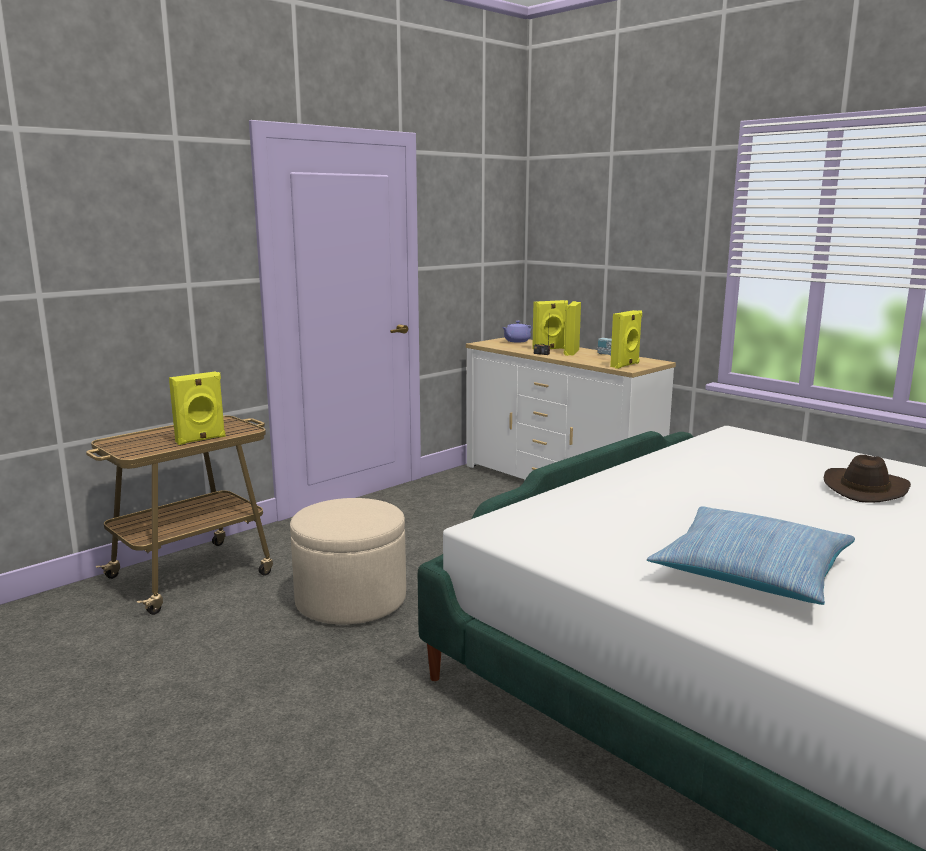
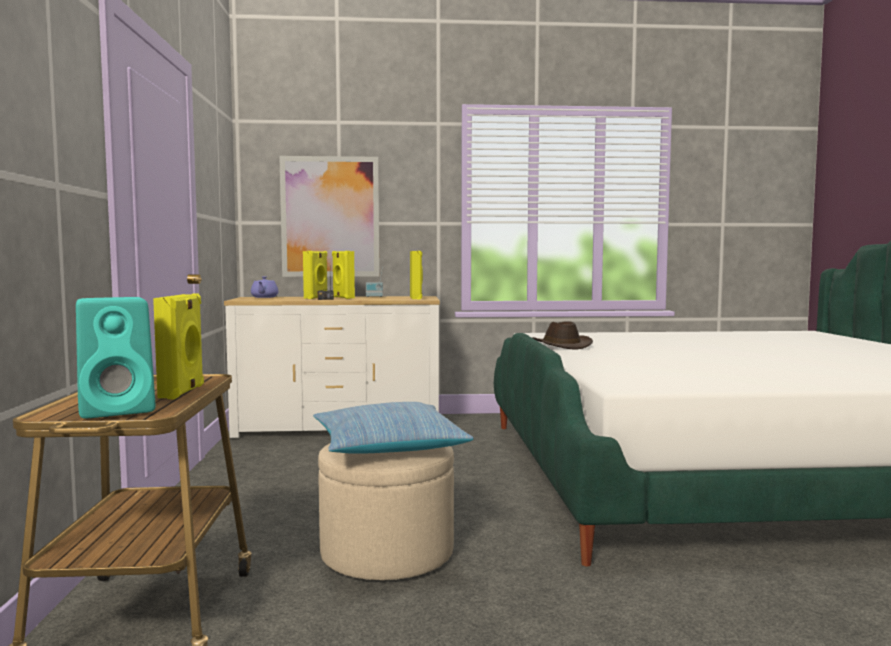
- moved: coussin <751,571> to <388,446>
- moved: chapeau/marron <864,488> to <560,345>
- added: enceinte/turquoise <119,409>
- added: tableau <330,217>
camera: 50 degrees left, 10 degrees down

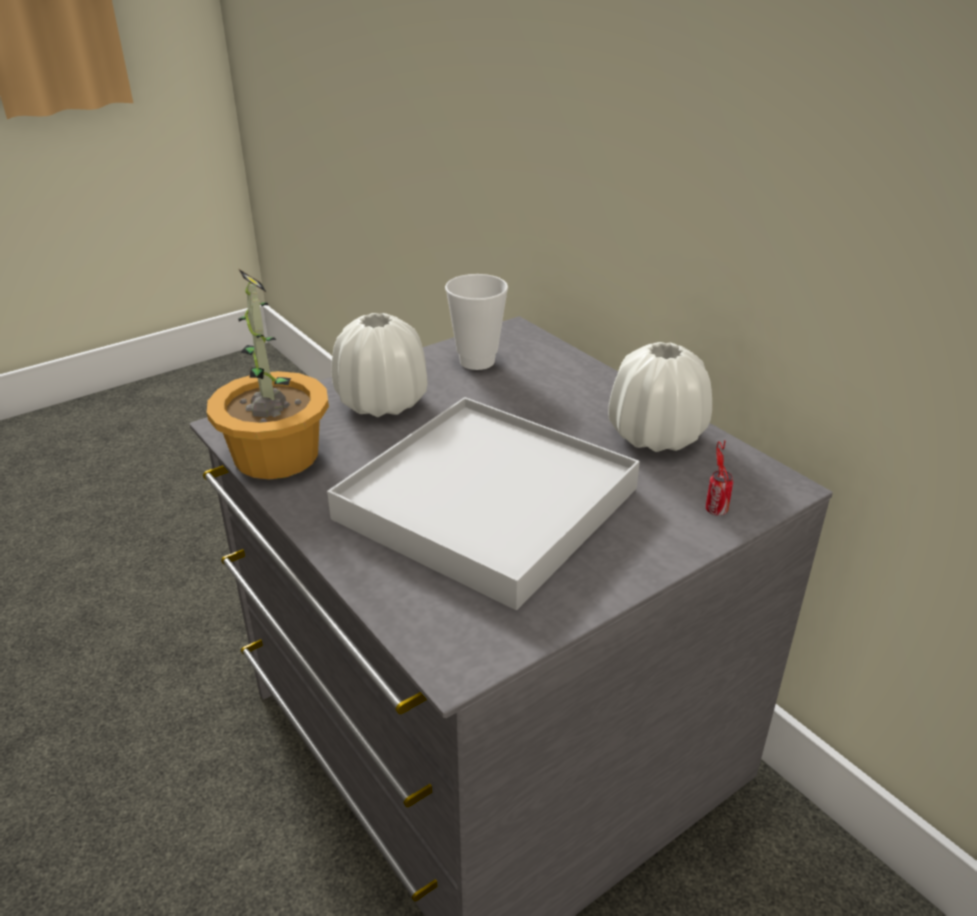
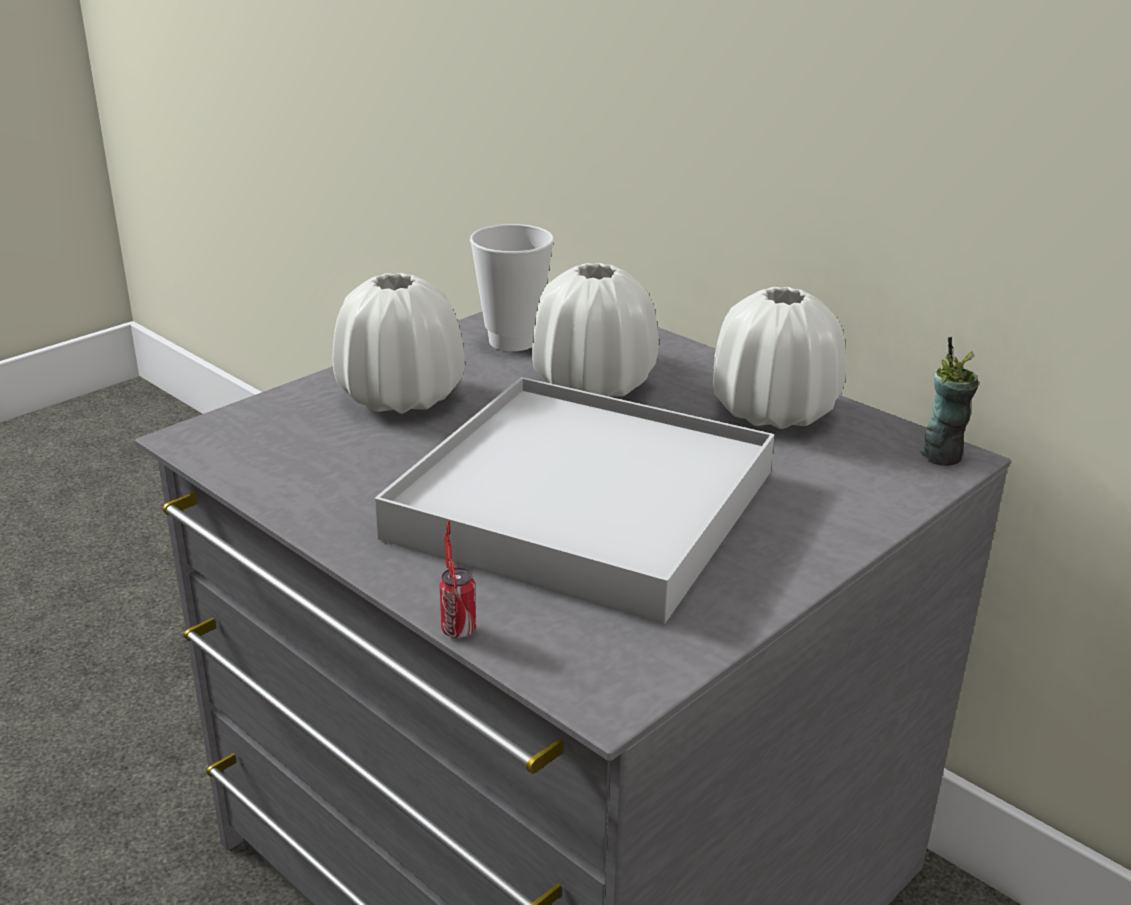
- removed: plante en pot <274,455>
- moved: boîte métallique <717,512> to <459,633>
- added: vase/blanc <592,384>
- added: tasse <942,456>
camera: 10 degrees left, 5 degrees down

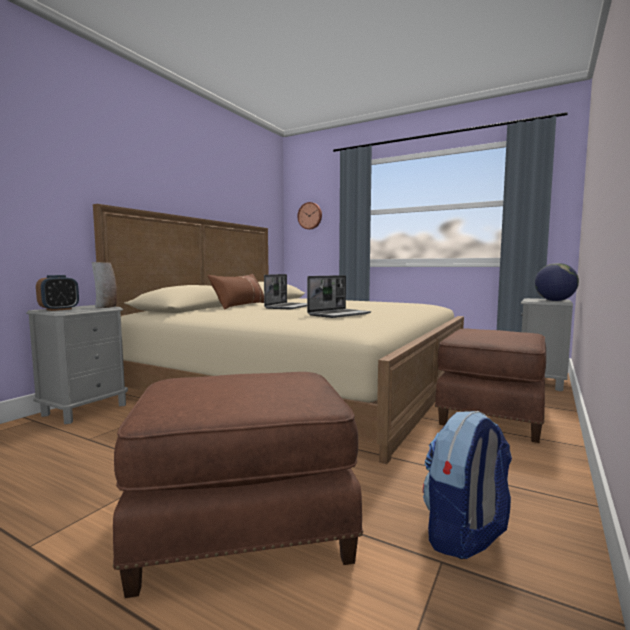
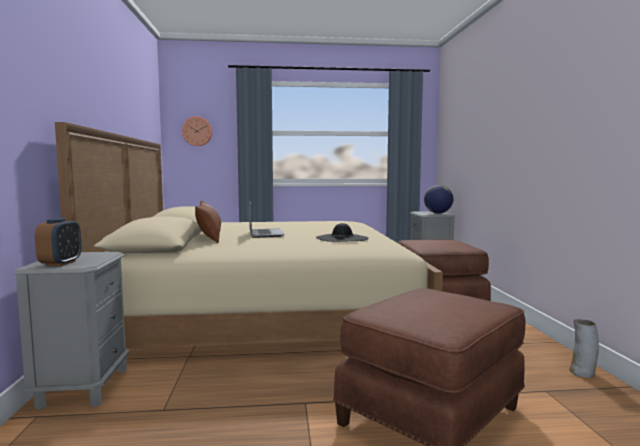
- moved: vase <106,307> to <582,373>
- replaced: ordinateur portable <339,314> to chapeau/noir <342,238>
- removed: sac à dos <464,535>
camera: 35 degrees left, 0 degrees up

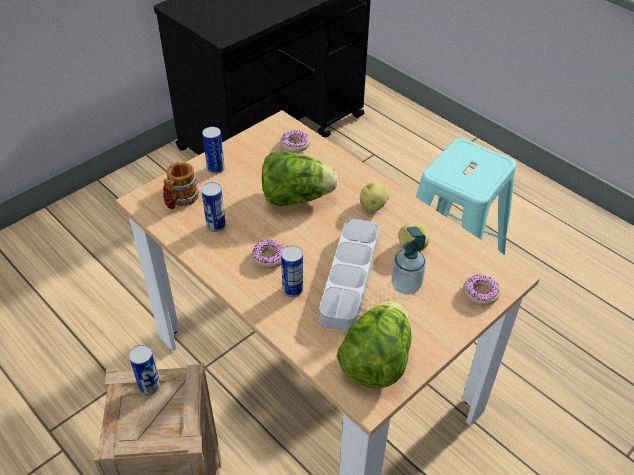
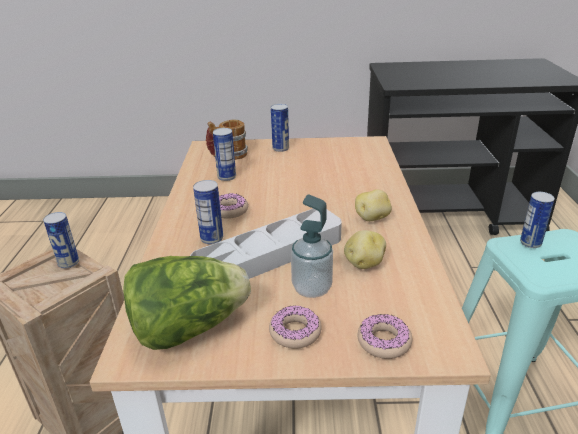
- removed: laitue <296,198>
- moved: beignet <295,145> to <295,332>
- added: boîte métallique <530,243>
camera: 45 degrees right, 15 degrees down

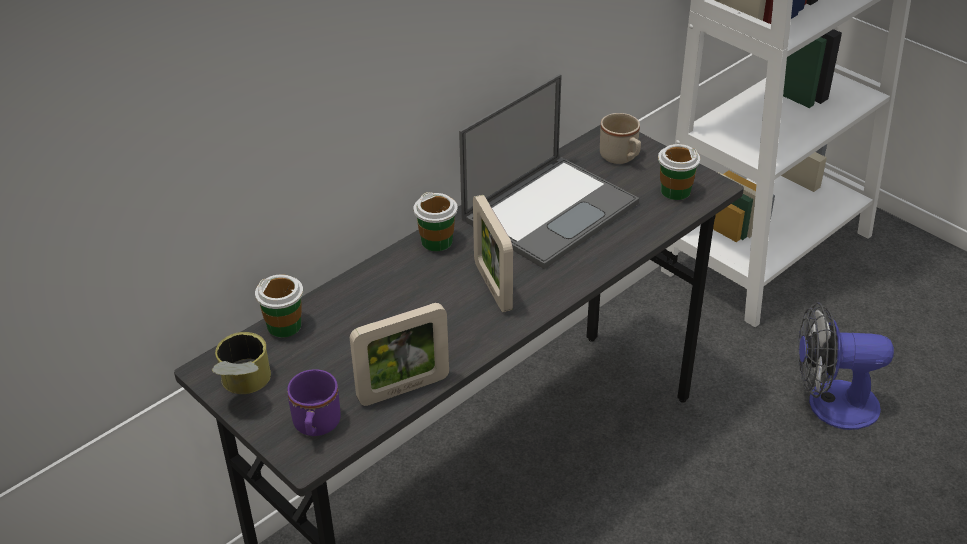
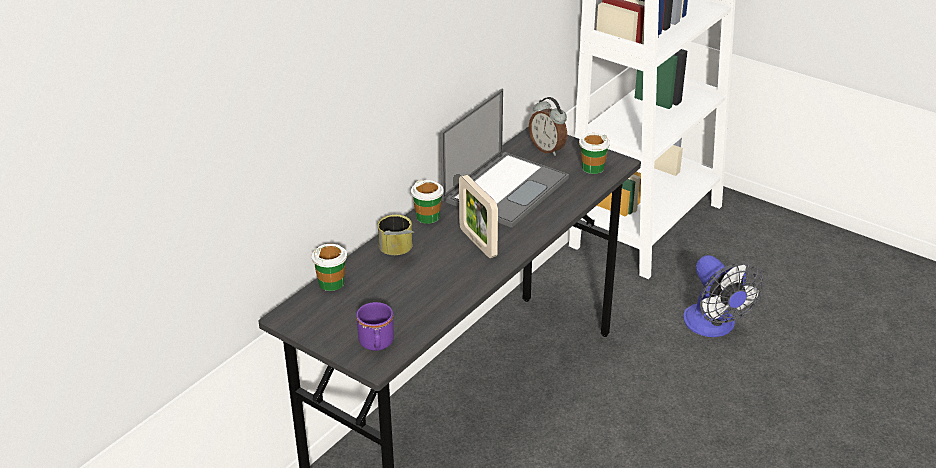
- moved: boîte métallique <244,388> to <397,251>
- removed: cadre photo <403,389>
- replaced: mug/beige <621,158> to réveil <548,149>
- turned: ventilateur <830,404> = <714,326> 105 degrees counterclockwise
camera: 10 degrees left, 5 degrees down

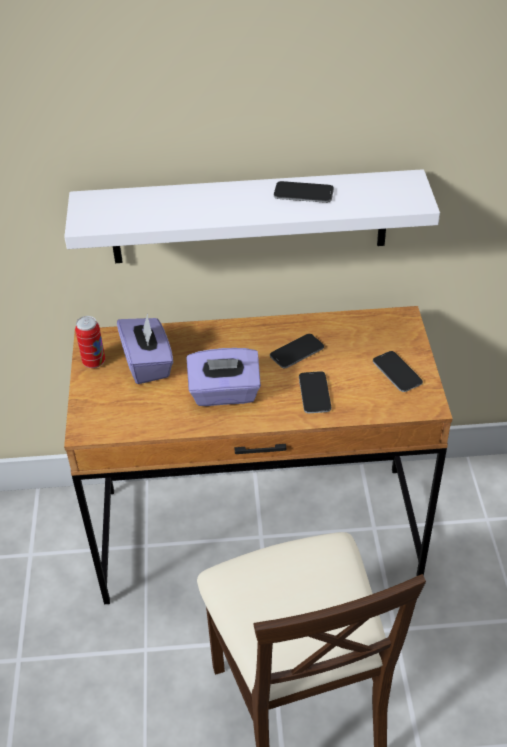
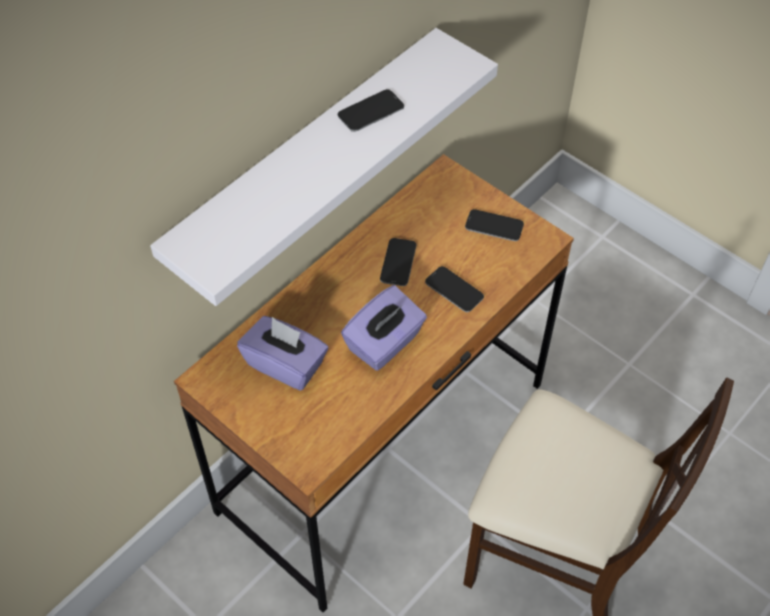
- removed: boîte métallique <94,362>
camera: 45 degrees left, 10 degrees up

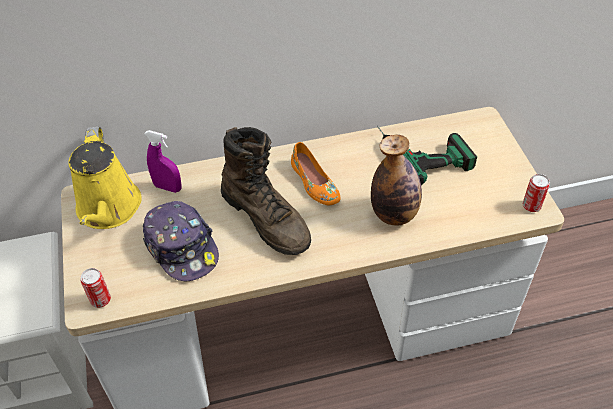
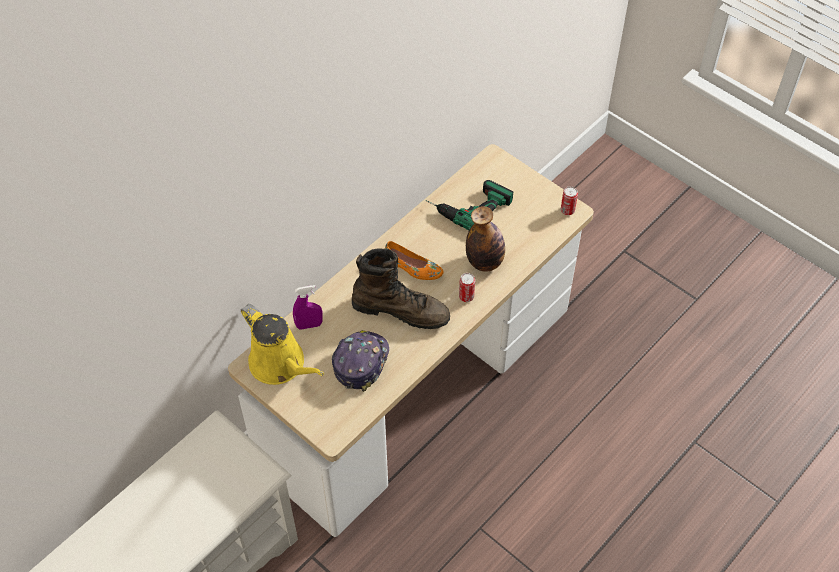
- moved: boîte métallique <100,300> to <466,296>
- turned: casquette <182,248> = <360,362> 90 degrees counterclockwise
camera: 35 degrees left, 5 degrees up

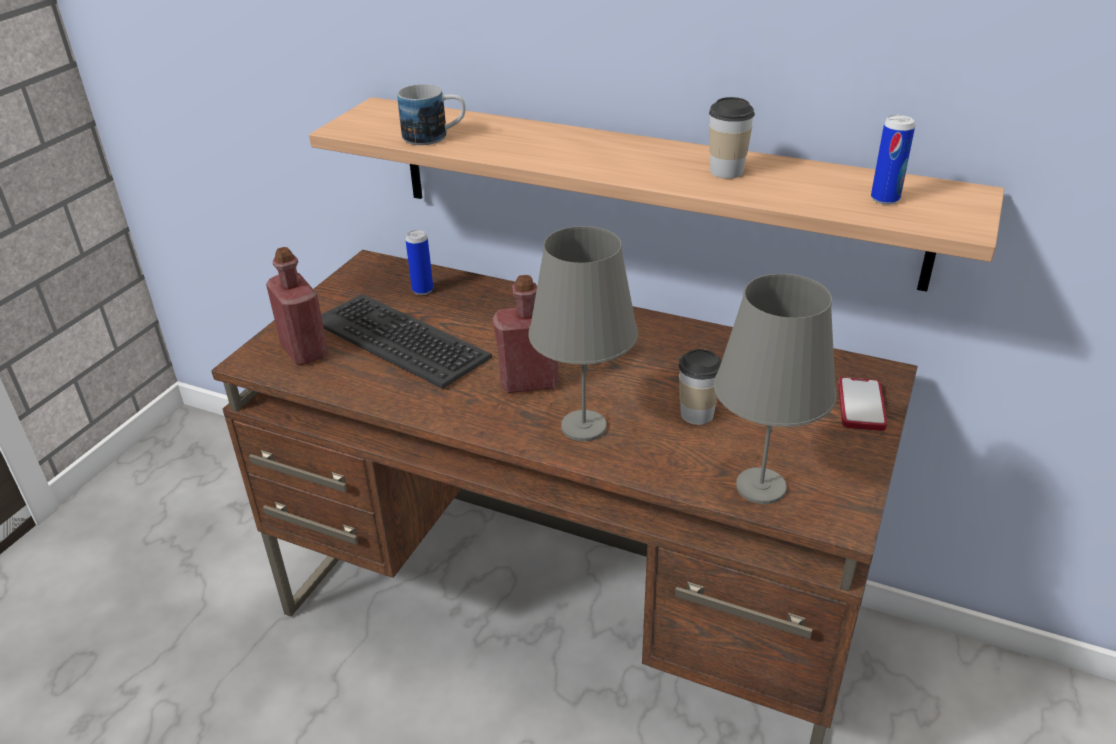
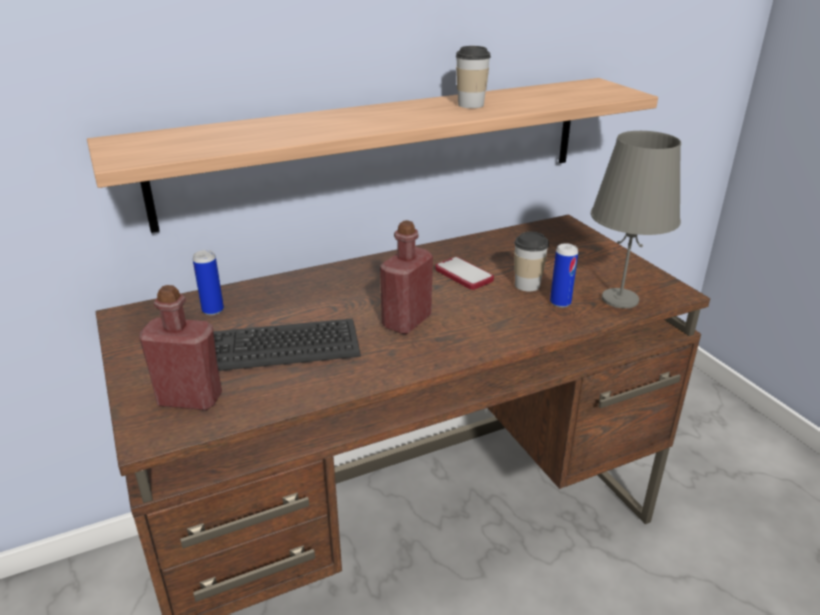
- removed: mug <435,137>
- removed: lampe de table/gris <584,426>
- moved: téléphone <861,406> to <463,275>
- moved: boîte métallique <885,199> to <560,303>
camera: 50 degrees left, 5 degrees down

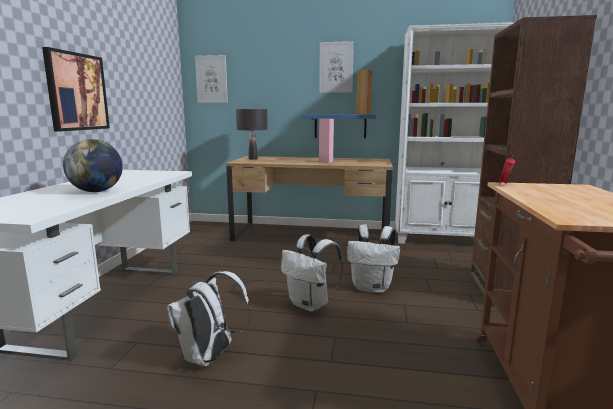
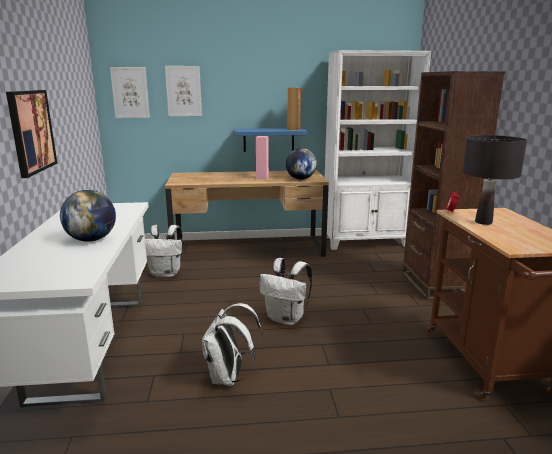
- moved: lampe de table/noir <253,158> to <483,222>
- moved: tableau <336,67> to <183,91>
- moved: sac à dos/blanc <372,288> to <166,273>
- added: globe <300,179>
camera: 15 degrees left, 5 degrees up

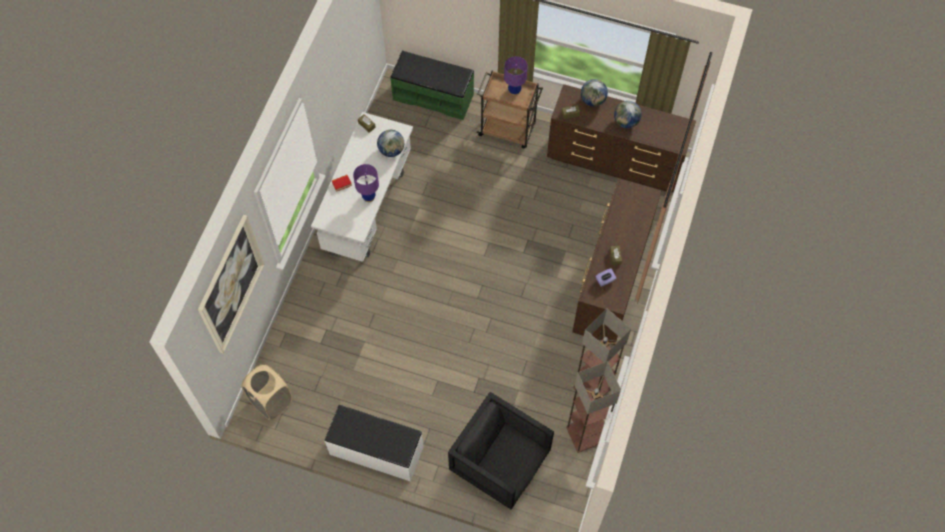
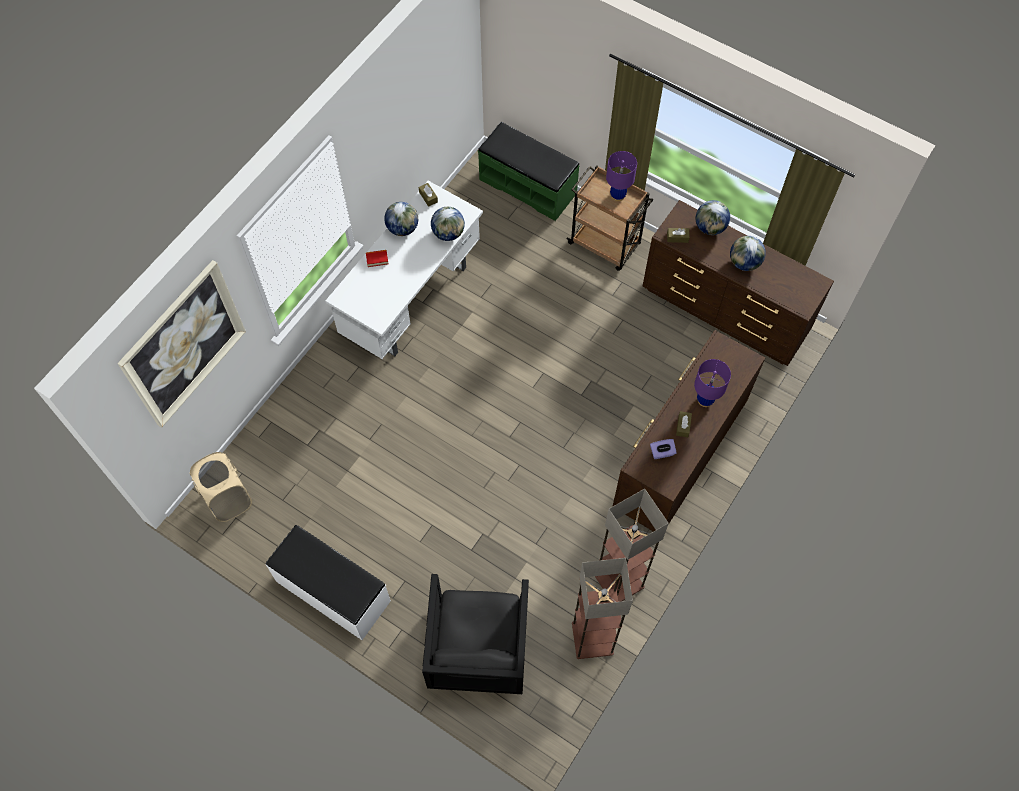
- moved: lampe de table/violet <369,197> to <705,400>
- turned: fauteuil/noir <500,462> = <478,645> 135 degrees counterclockwise
- added: globe <402,228>
camera: 15 degrees right, 0 degrees up

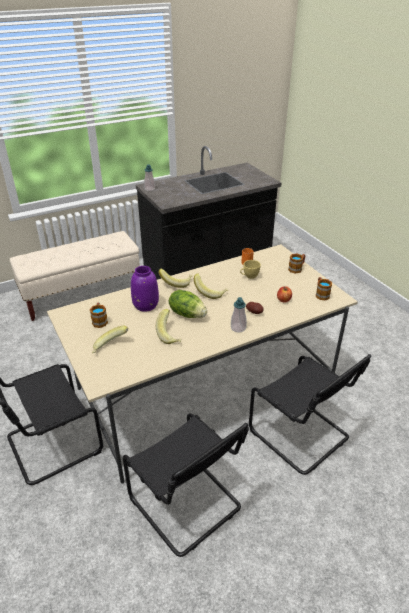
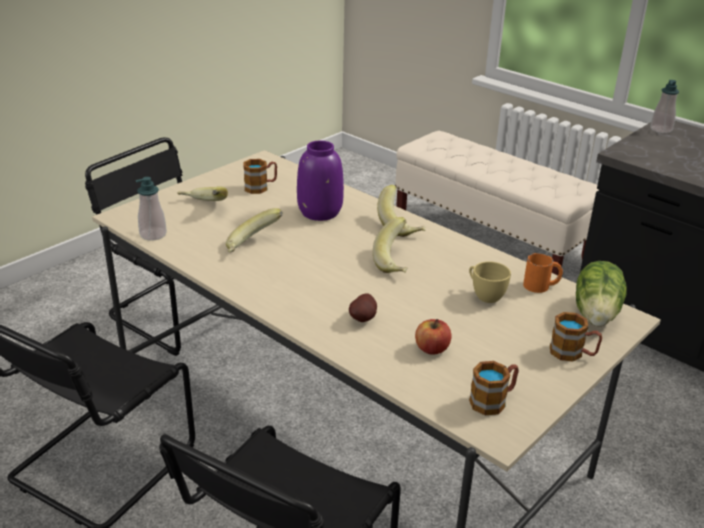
- moved: laitue <187,314> to <597,314>
- moved: distributeur de savon <238,328> to <153,234>
camera: 70 degrees right, 5 degrees down

